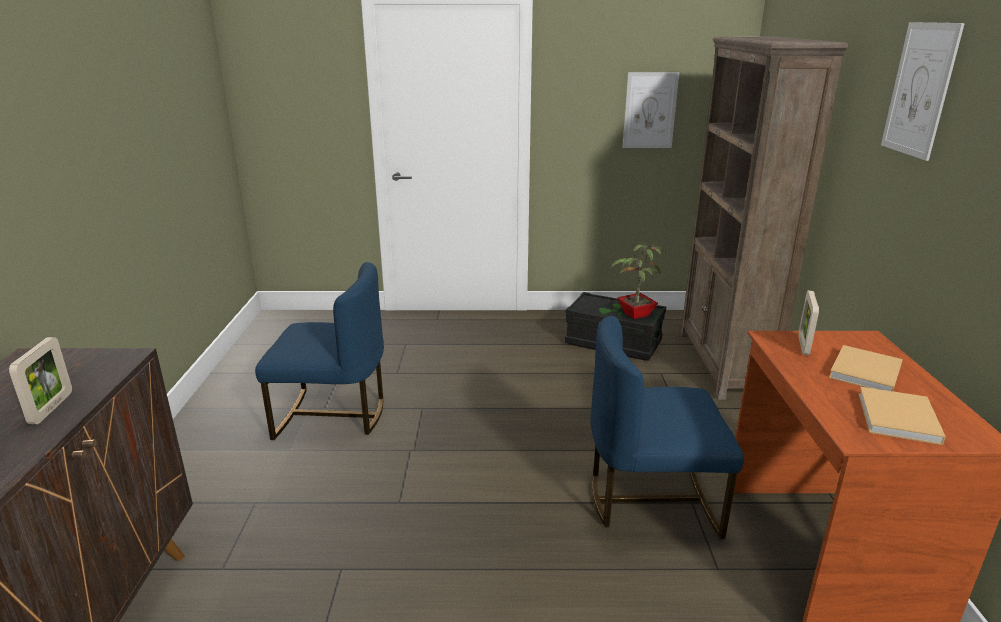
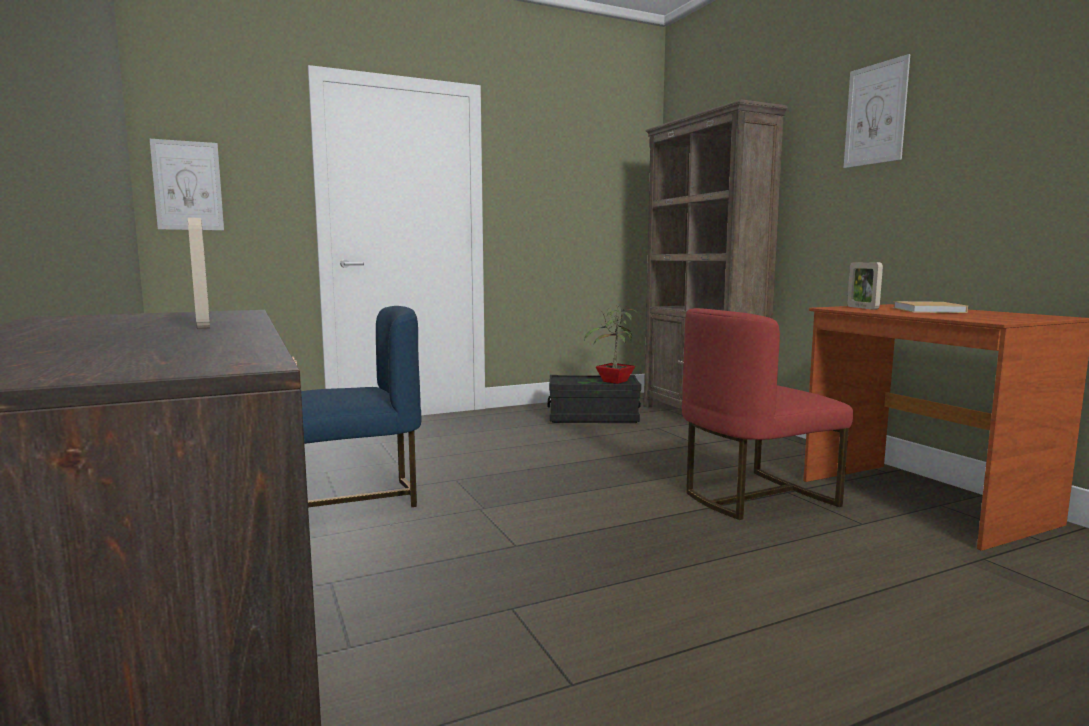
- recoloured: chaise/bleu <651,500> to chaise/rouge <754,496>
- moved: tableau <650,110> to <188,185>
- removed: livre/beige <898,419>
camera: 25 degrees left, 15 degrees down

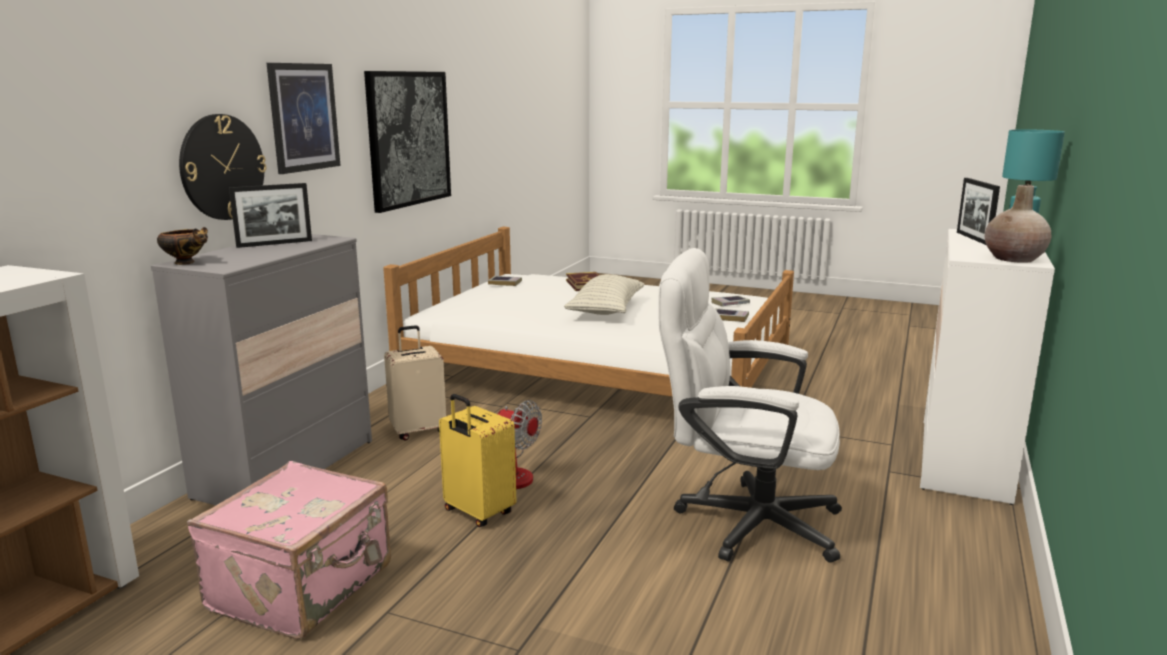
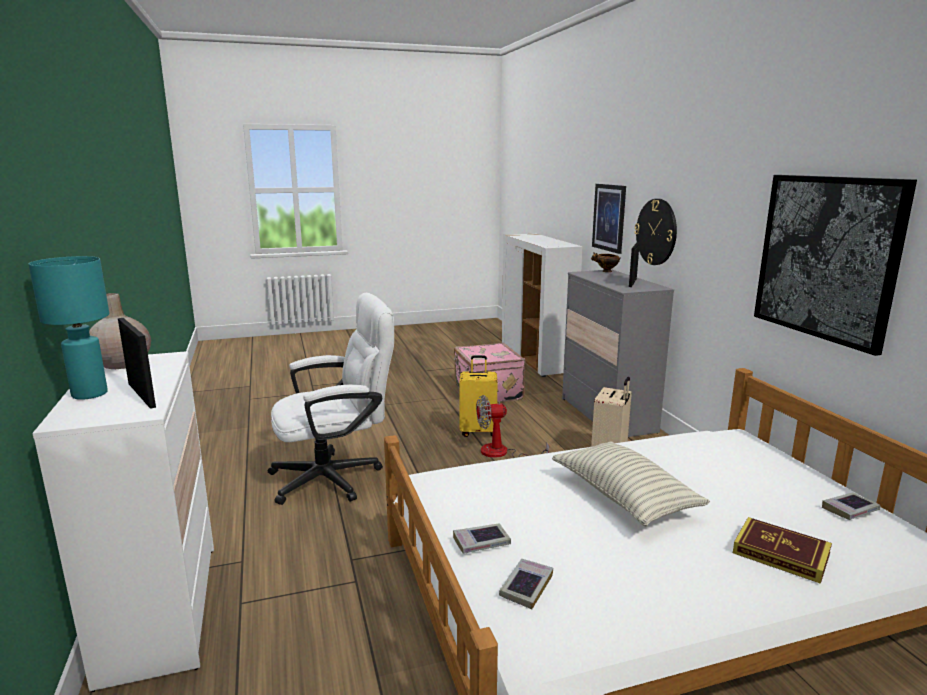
- moved: tableau <304,117> to <609,217>
camera: 140 degrees right, 0 degrees up

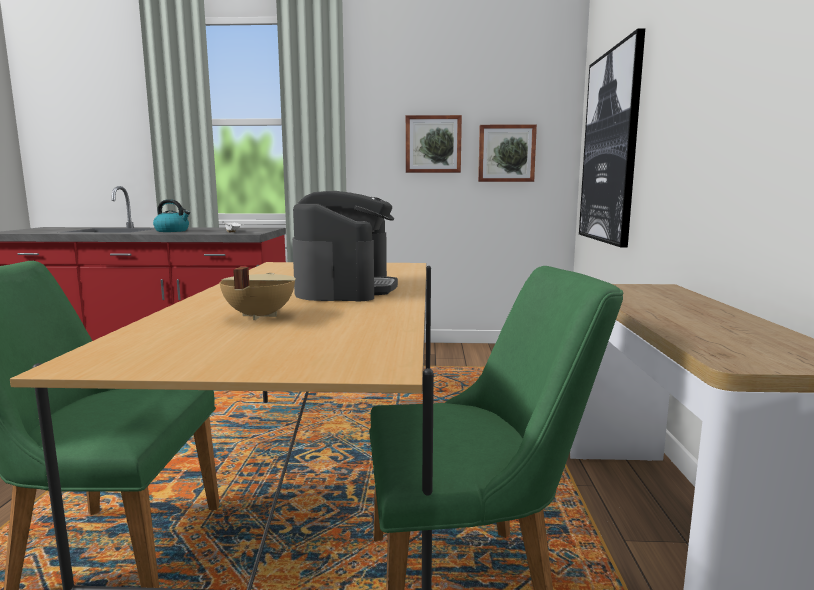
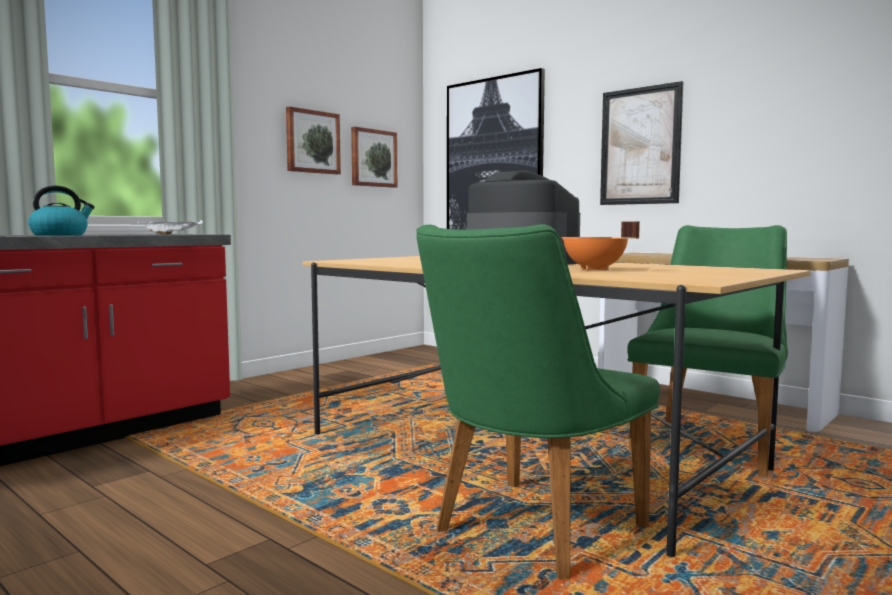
- recoloured: marmite/beige <258,316> to marmite/orange <594,269>
- added: tableau <640,146>
camera: 50 degrees left, 5 degrees down

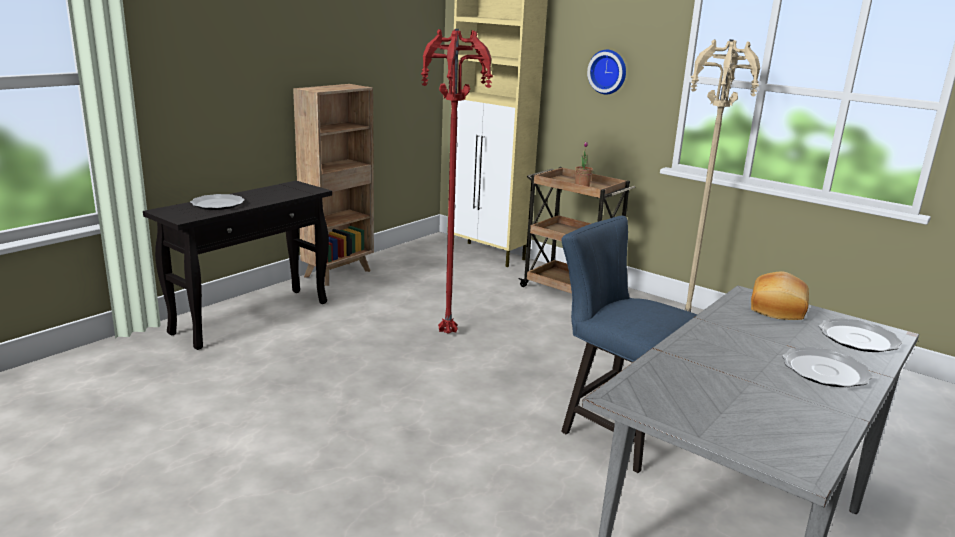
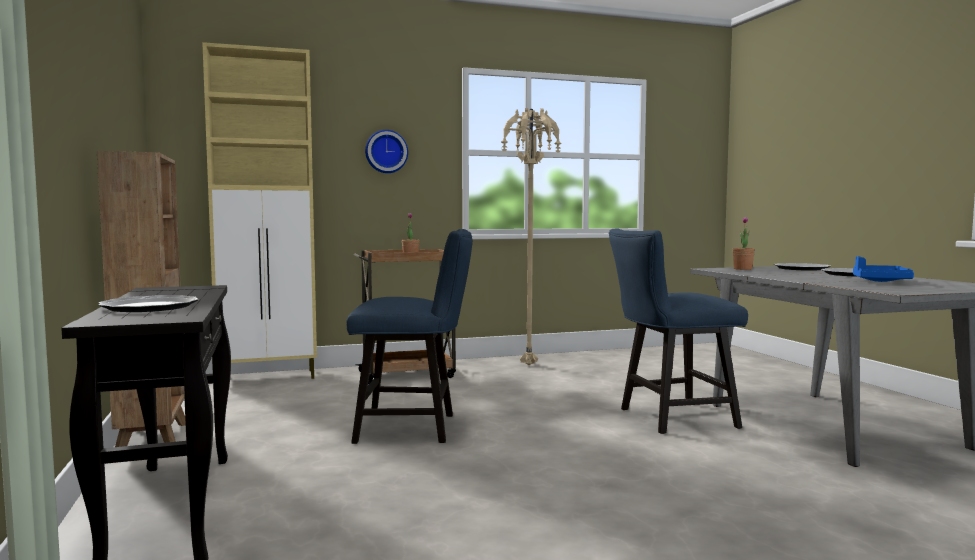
- replaced: lampadaire/rouge <445,333> to chaise/bleu <415,428>
- replaced: pain <779,309> to plante en pot <742,269>
- added: plateau/bleu <878,281>
camera: 55 degrees left, 15 degrees down

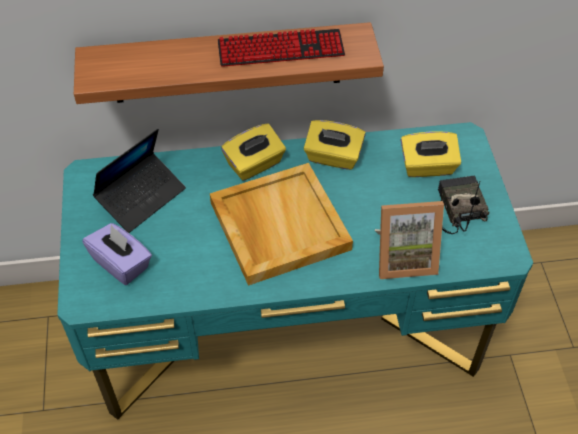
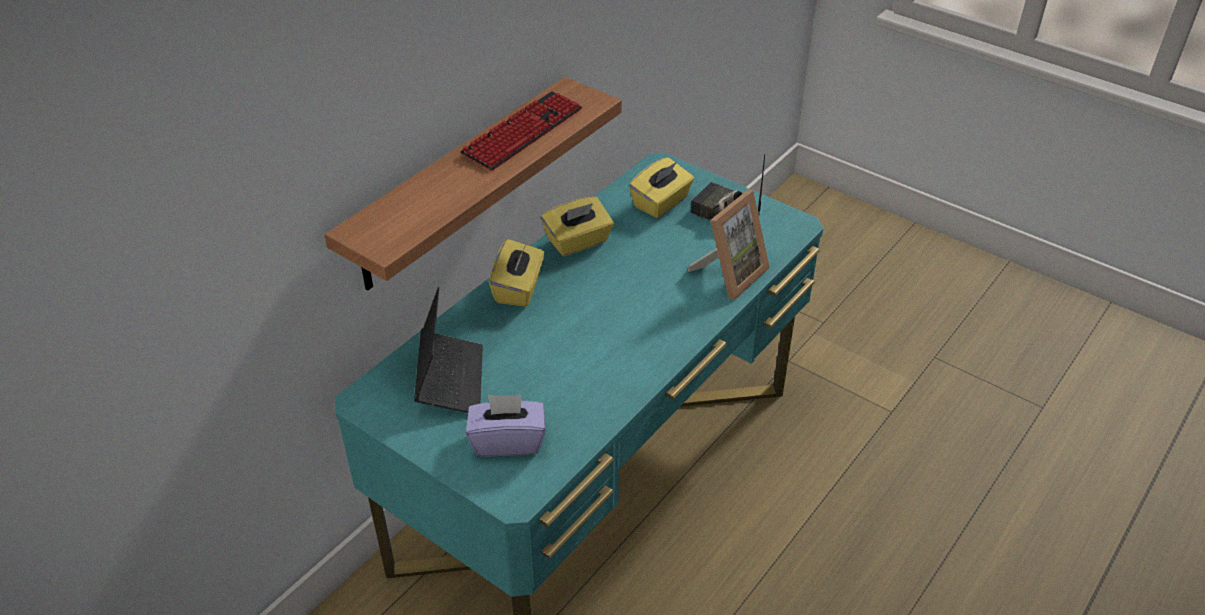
- removed: plateau/beige <278,225>
camera: 45 degrees left, 10 degrees down

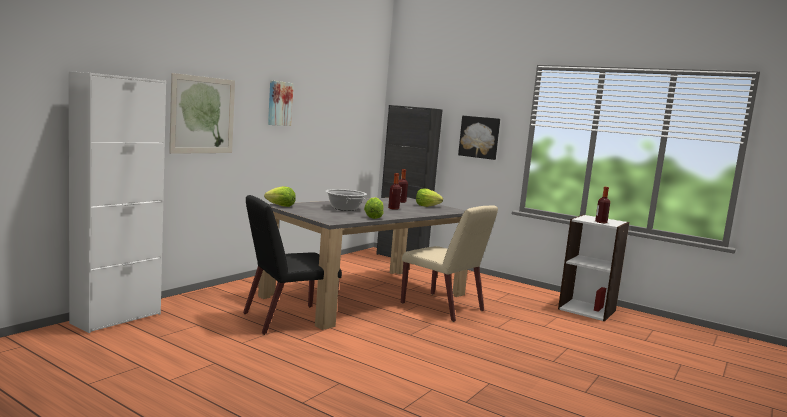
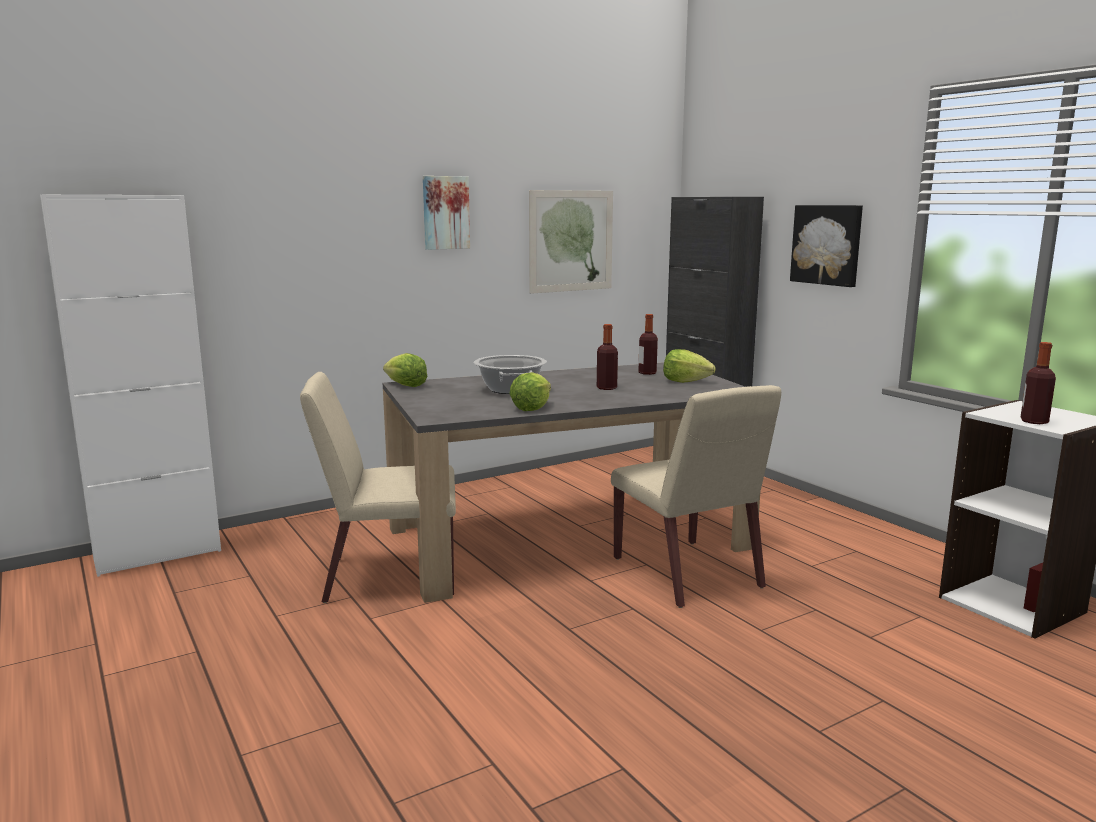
- moved: tableau <203,115> to <571,241>
- recoloured: chaise/noir <287,319> to chaise/beige <389,577>
camera: 25 degrees right, 5 degrees up

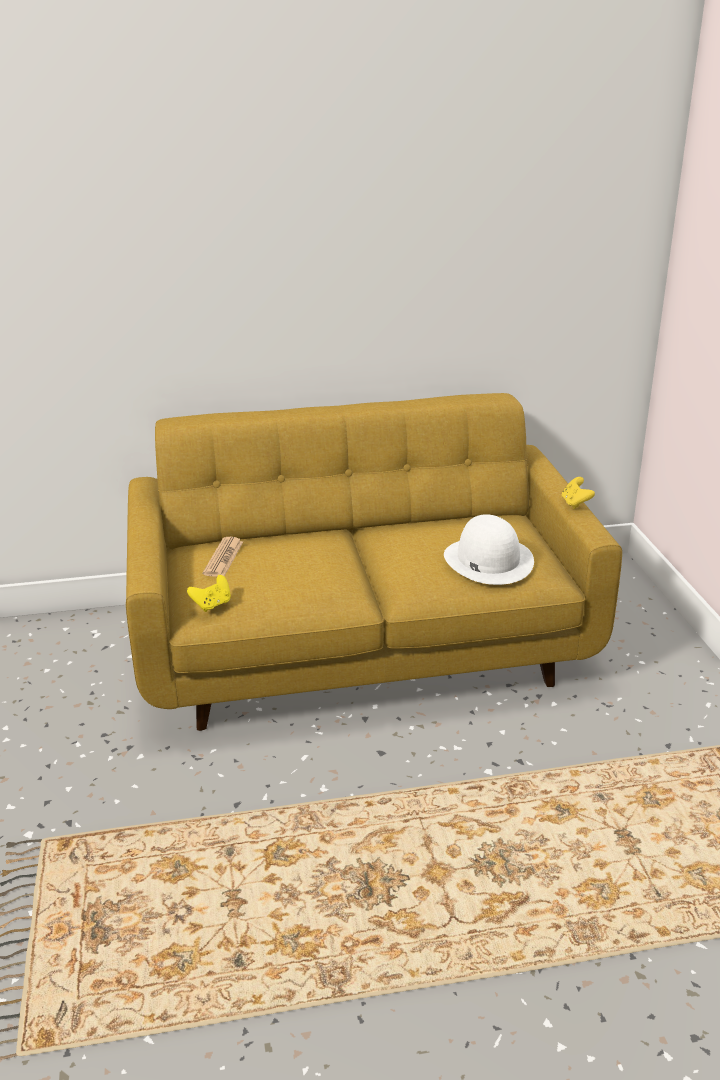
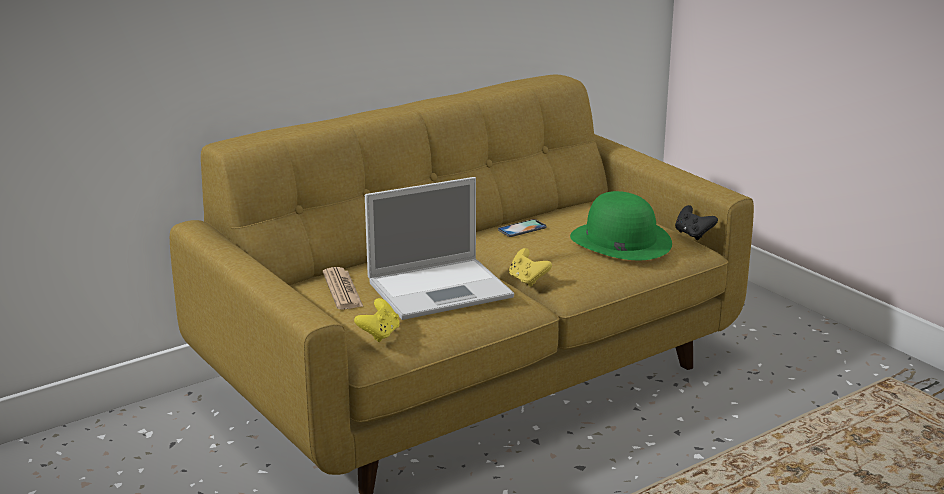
- recoloured: chapeau/blanc <488,560> to chapeau/vert <620,240>
- moved: manette/jaune <575,503> to <527,280>
- added: ordinateur portable <442,288>
- added: téléphone <522,229>
- added: manette/noir <693,235>
camera: 25 degrees left, 5 degrees down

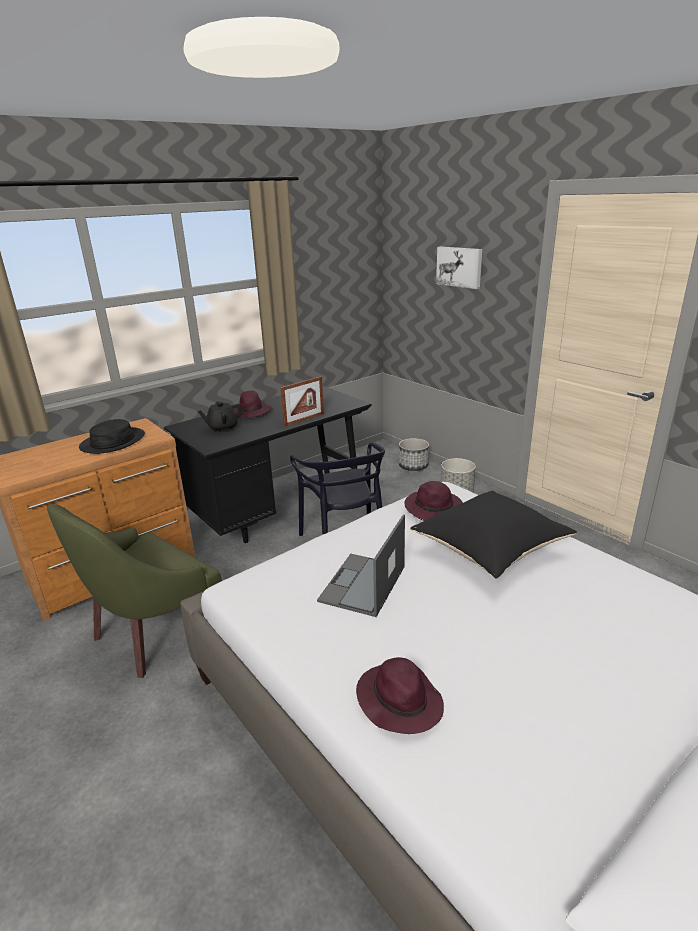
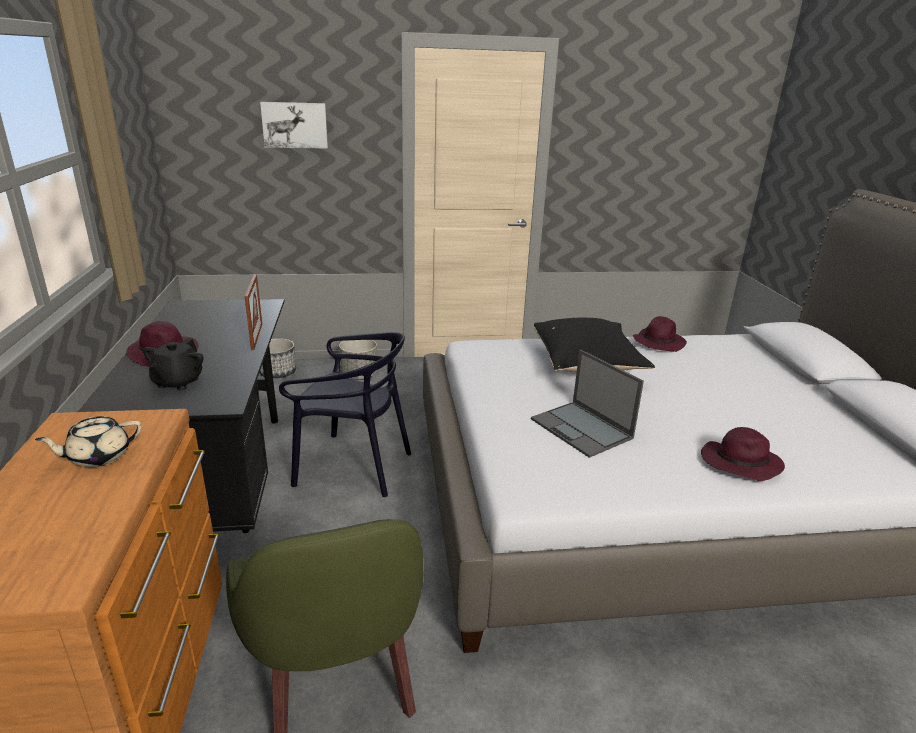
- replaced: chapeau/noir <113,442> to théière/beige <98,456>
- moved: chapeau/violet <434,509> to <658,342>
camera: 60 degrees left, 0 degrees up

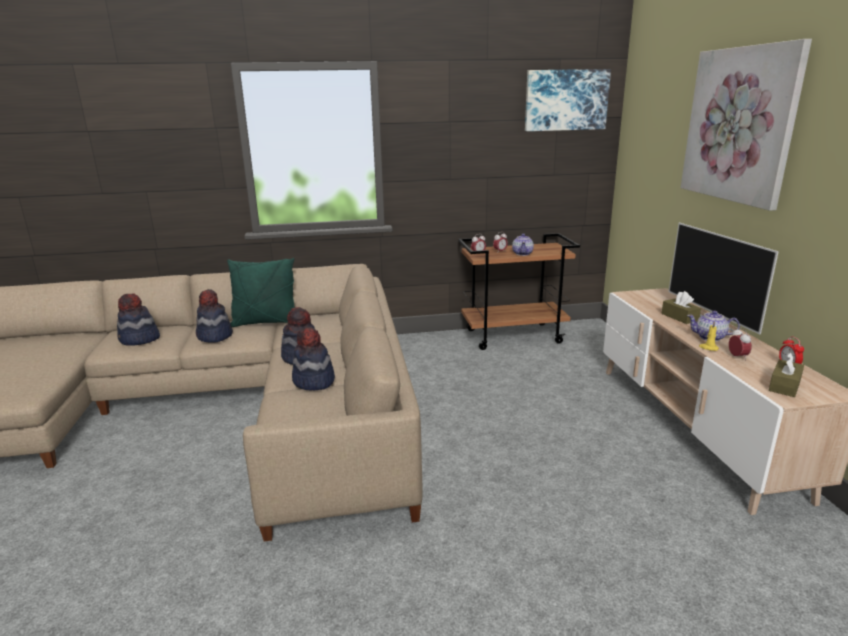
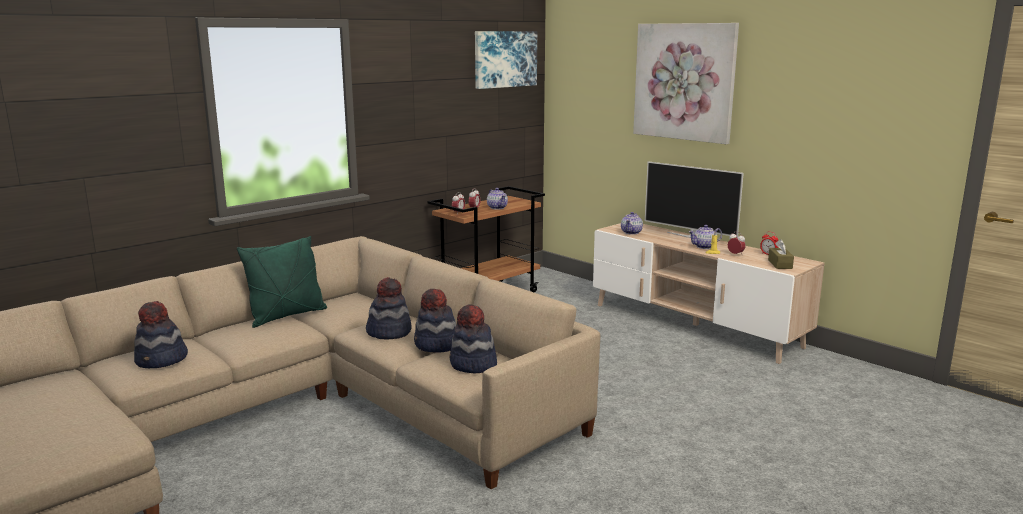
- moved: chapeau <214,336> to <473,365>
- removed: boîte à mouchoirs/marron <679,317>
- added: théière <631,232>
camera: 35 degrees left, 5 degrees down

